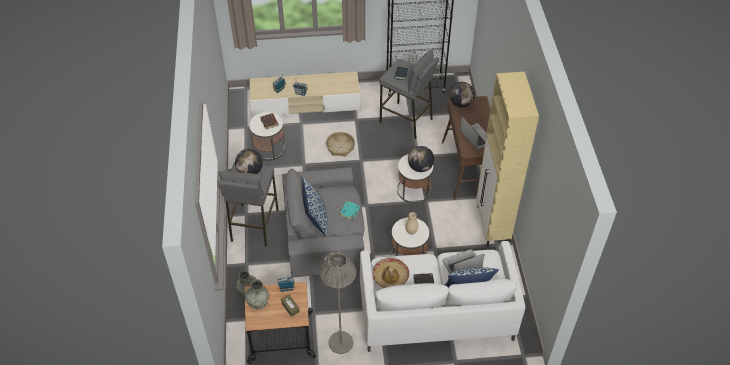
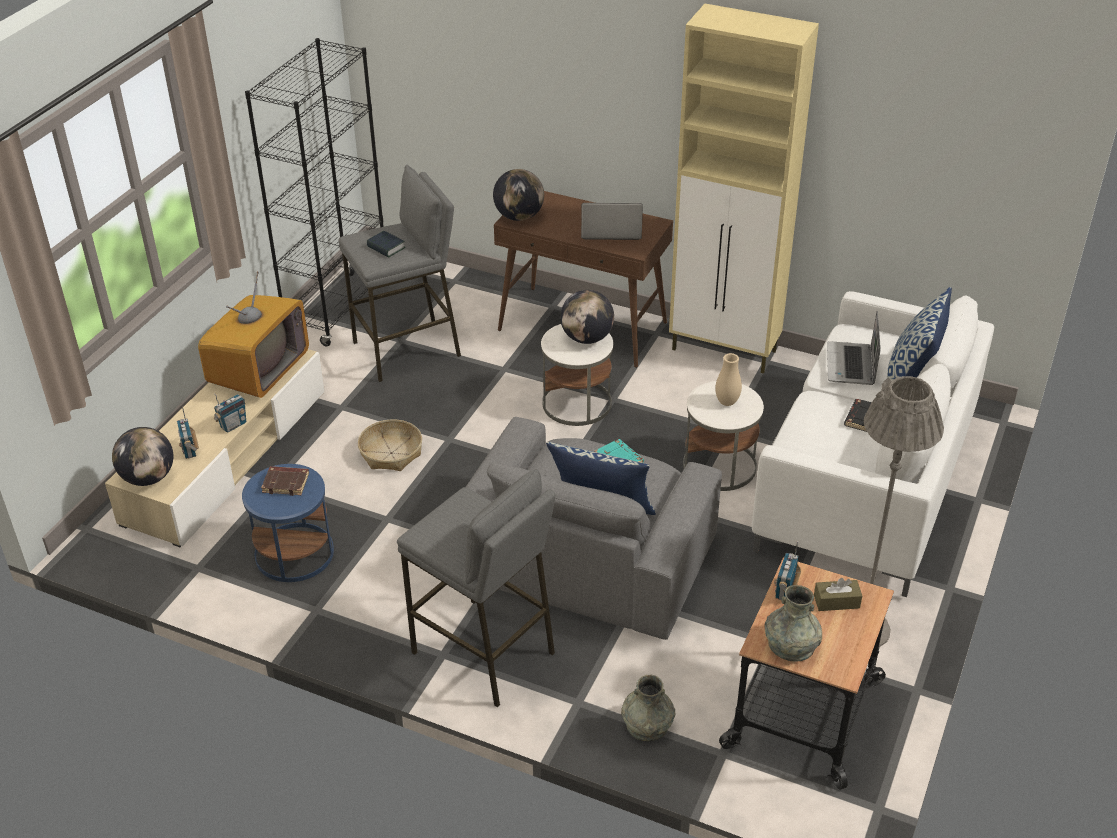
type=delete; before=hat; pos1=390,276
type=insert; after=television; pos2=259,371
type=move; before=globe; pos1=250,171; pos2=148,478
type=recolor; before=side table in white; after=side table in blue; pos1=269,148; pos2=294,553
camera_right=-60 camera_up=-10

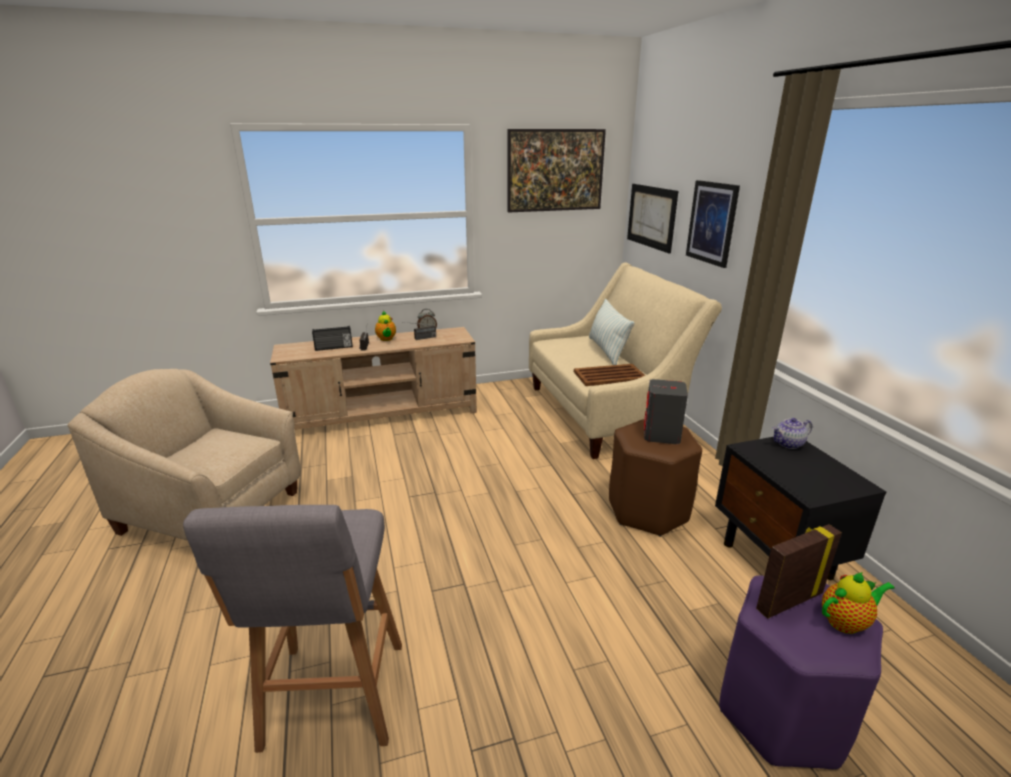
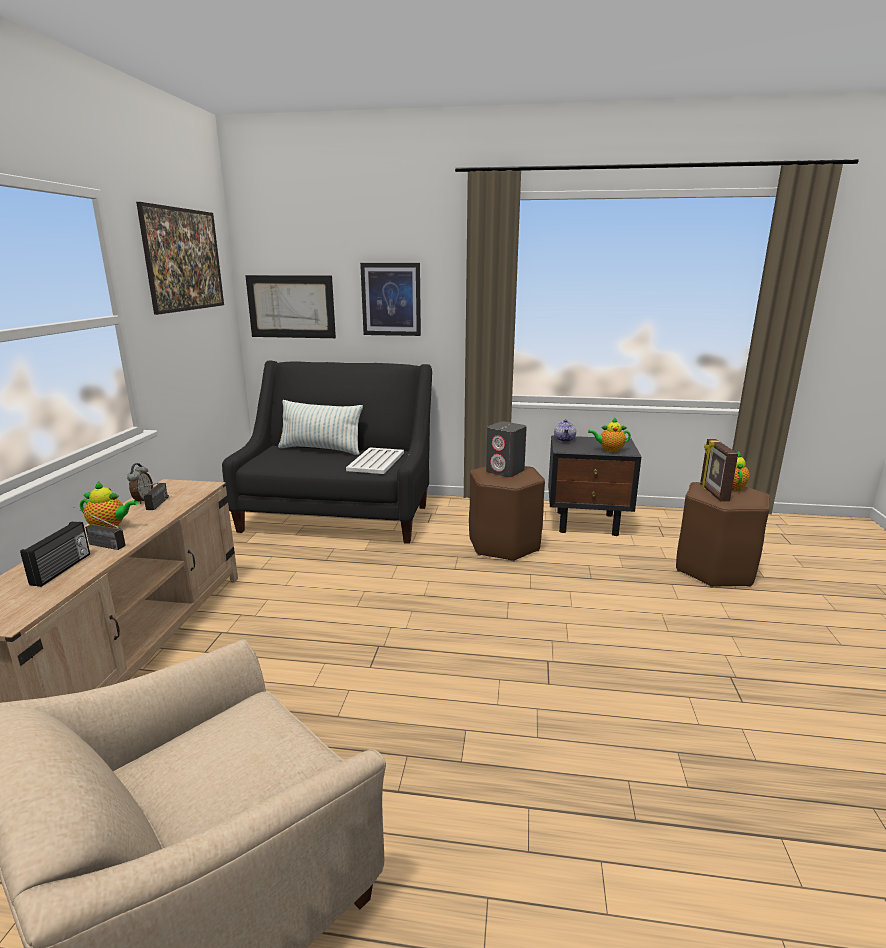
type=delete; before=stool in grey; pos1=333,699
type=insert; after=teapot; pos2=609,450
type=recolor; before=sofa in beige; after=sofa in black; pos1=605,413; pos2=339,514
type=recolor; before=tray in brown; after=tray in white; pos1=610,376; pos2=376,461
type=recolor; before=stool in purple; after=stool in brown; pos1=781,714; pos2=715,570
camera_right=-65 camera_up=-5

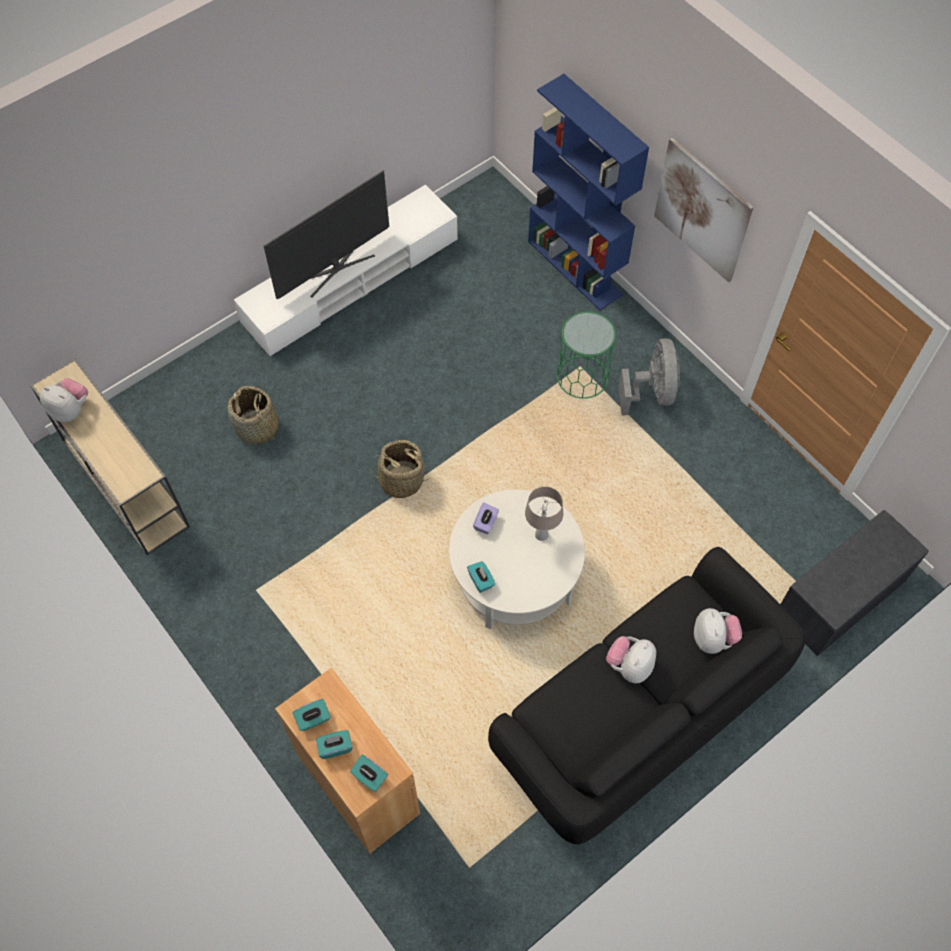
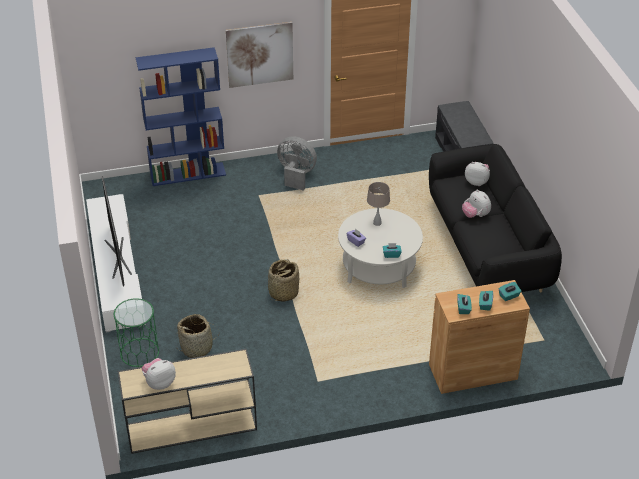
type=move; before=side table in green; pos1=582,377; pos2=139,352
camera_right=-65 camera_up=-20

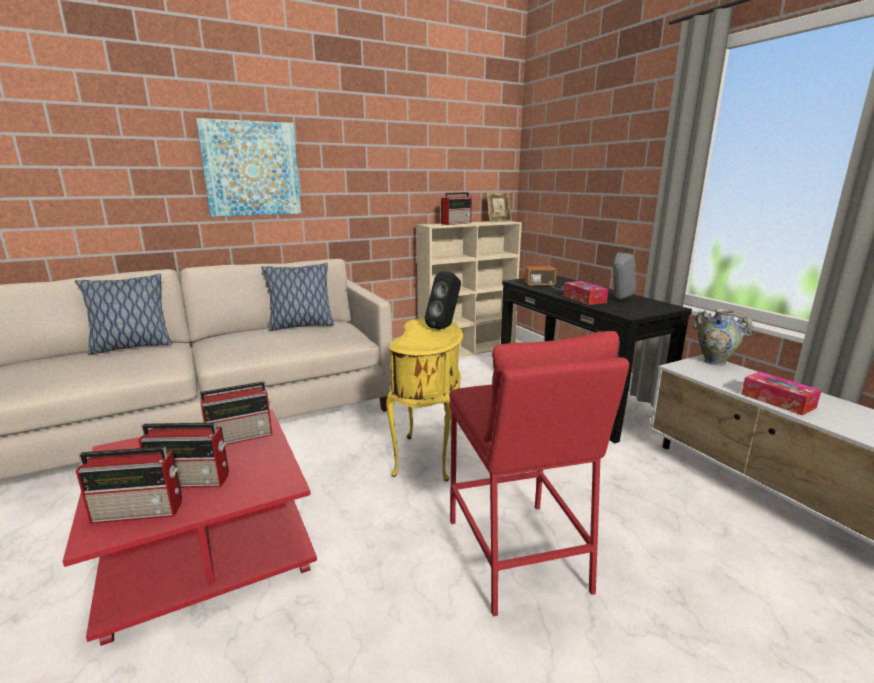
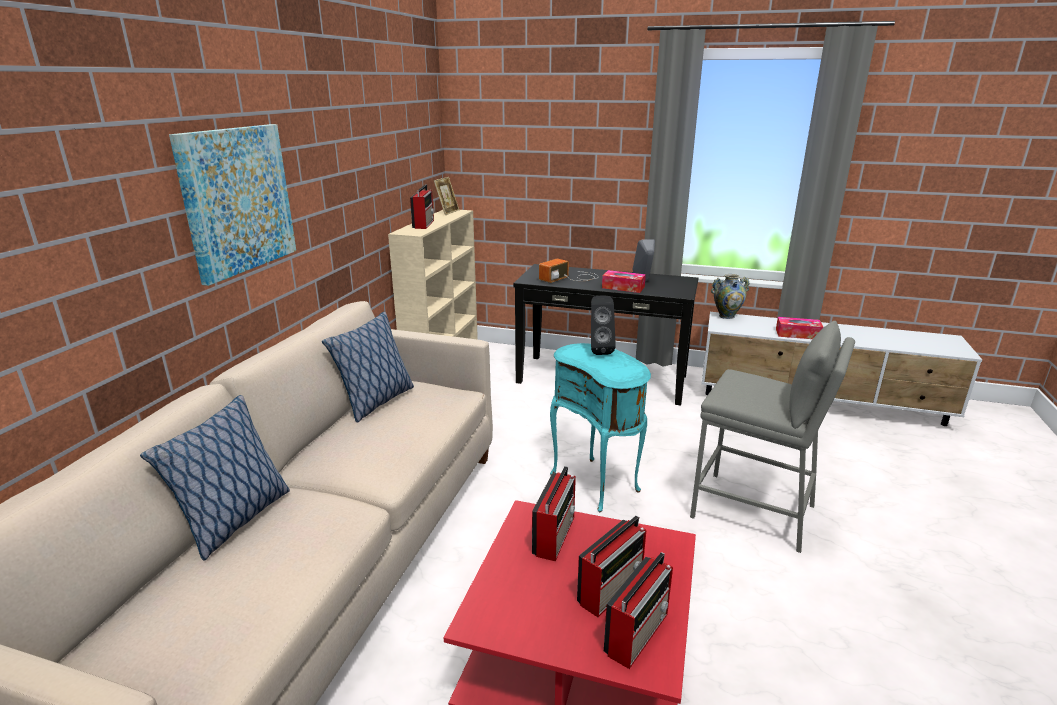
type=recolor; before=side table in yellow; after=side table in turquoise; pos1=429,459; pos2=597,483
type=recolor; before=stool in red; after=stool in grey; pos1=516,554; pos2=753,511
camera_right=-45 camera_up=5

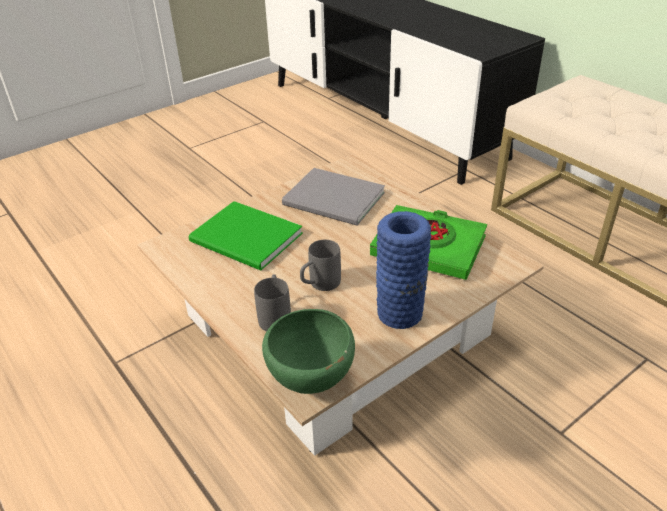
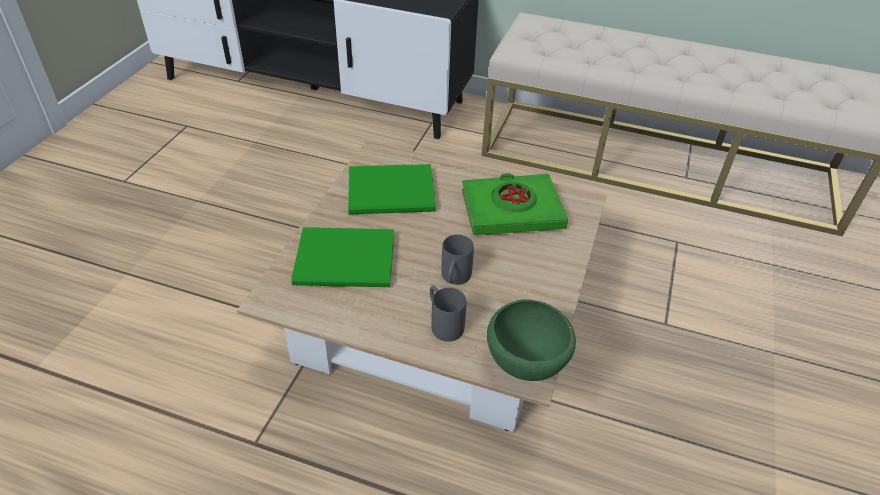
type=delete; before=vase in blue; pos1=399,313
type=recolor; before=book in grey; after=book in green; pos1=335,200; pos2=394,193
camera_right=-35 camera_up=5

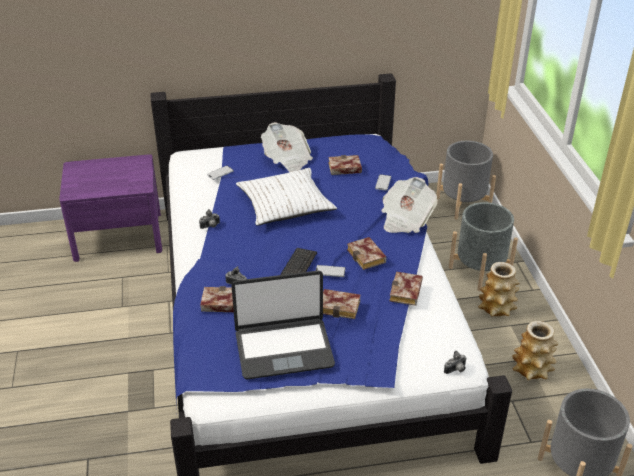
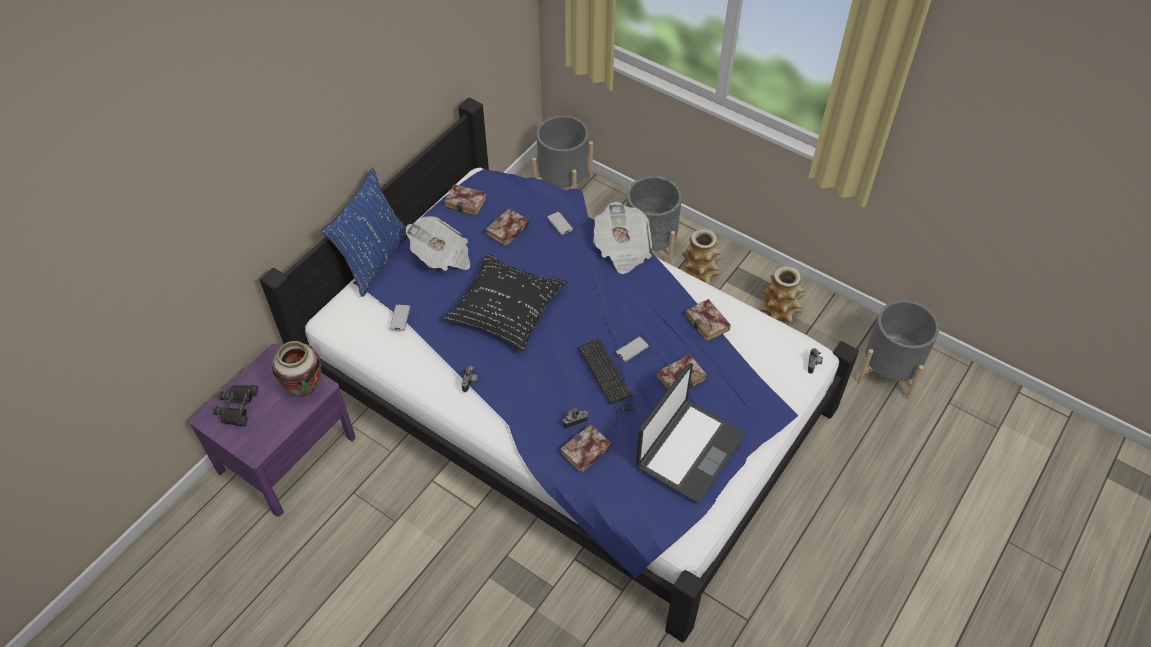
type=insert; after=binoculars in black; pos2=238,407
type=insert; after=vase; pos2=306,389
type=insert; after=pillow in blue; pos2=374,260
type=move; before=book; pos1=368,257; pos2=467,202
type=recolor; before=pillow in white; after=pillow in black; pos1=285,205; pos2=505,309
camera_right=-45 camera_up=15

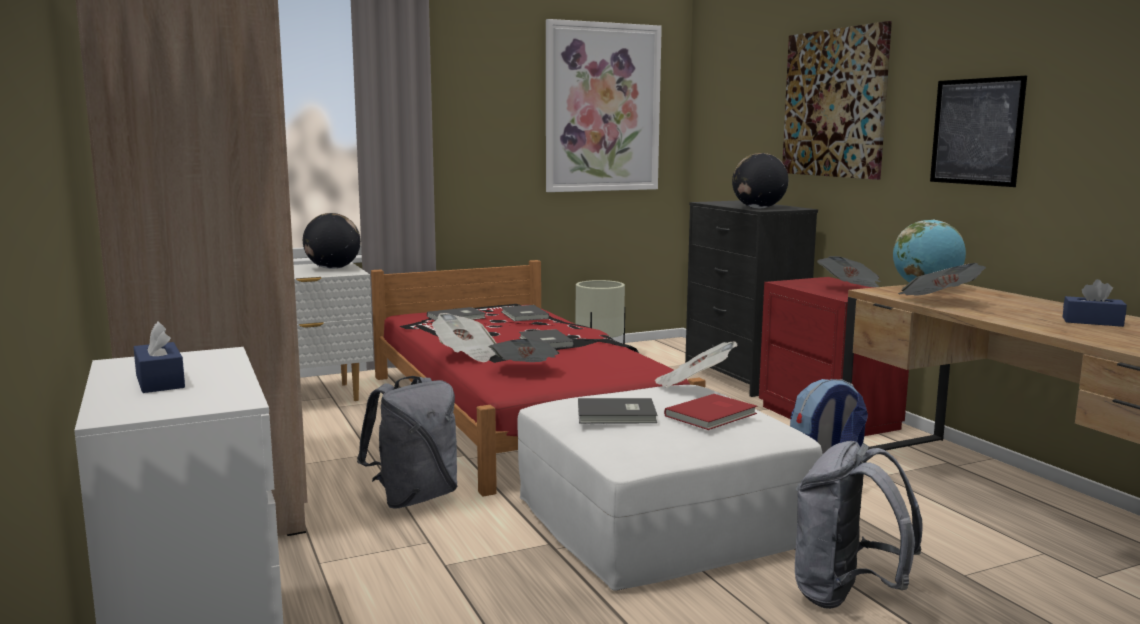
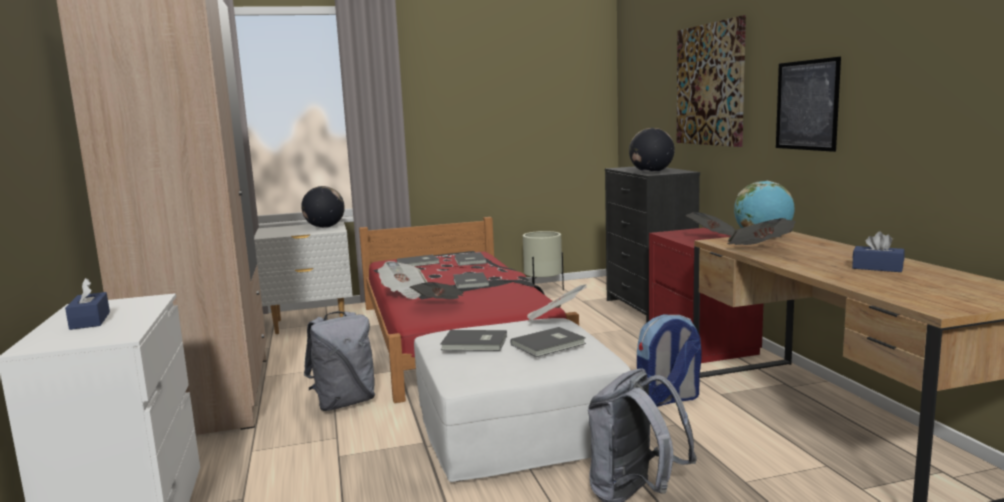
type=delete; before=picture; pos1=602,108
type=recolor; before=book in red; after=book in grey; pos1=713,415; pos2=550,344
camera_right=10 camera_up=0

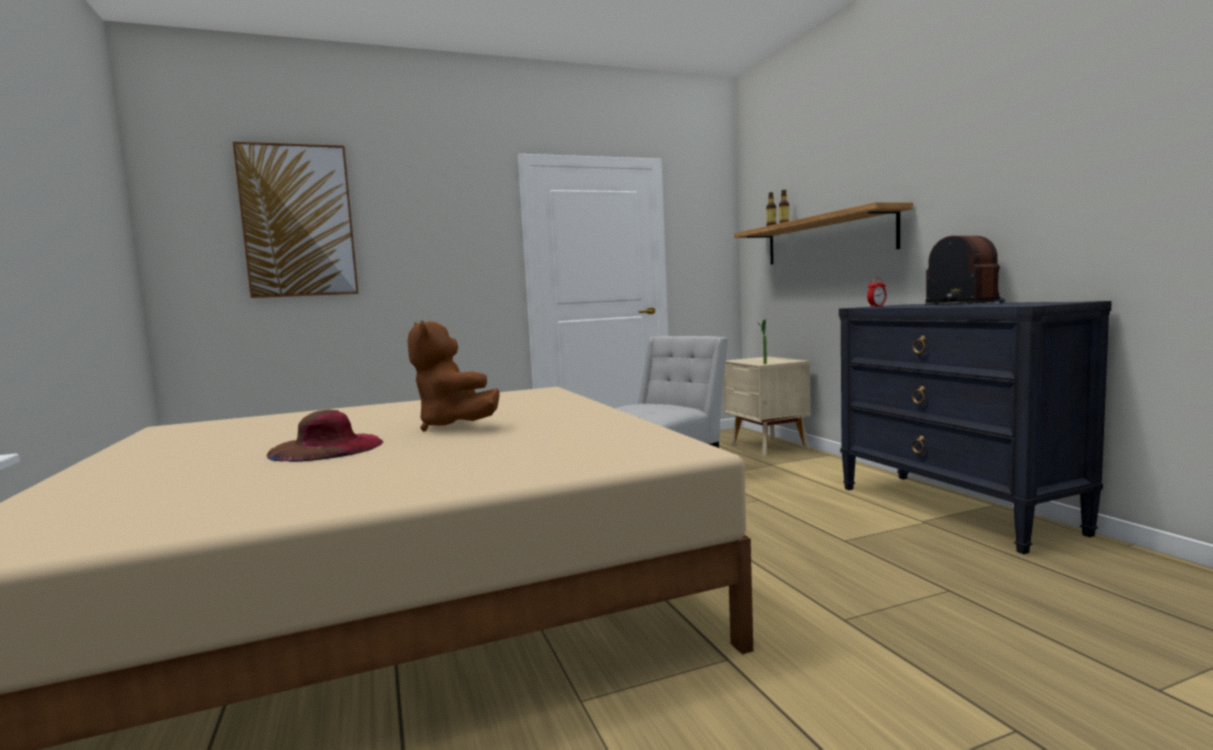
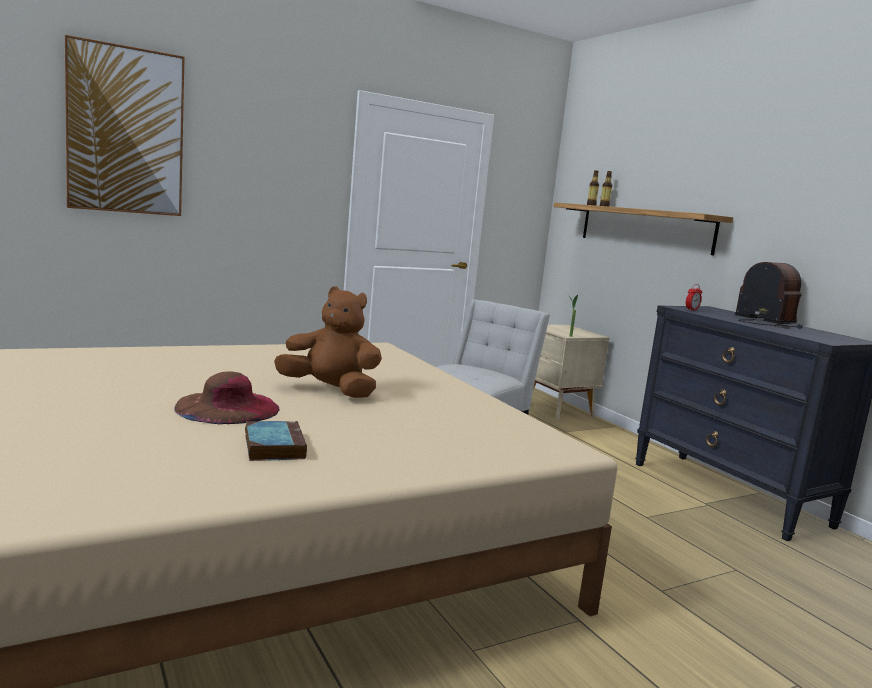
type=insert; after=book; pos2=273,446
type=rotate; before=plush toy in brown; pos1=454,426; pos2=330,391; turn=150
camera_right=-10 camera_up=5

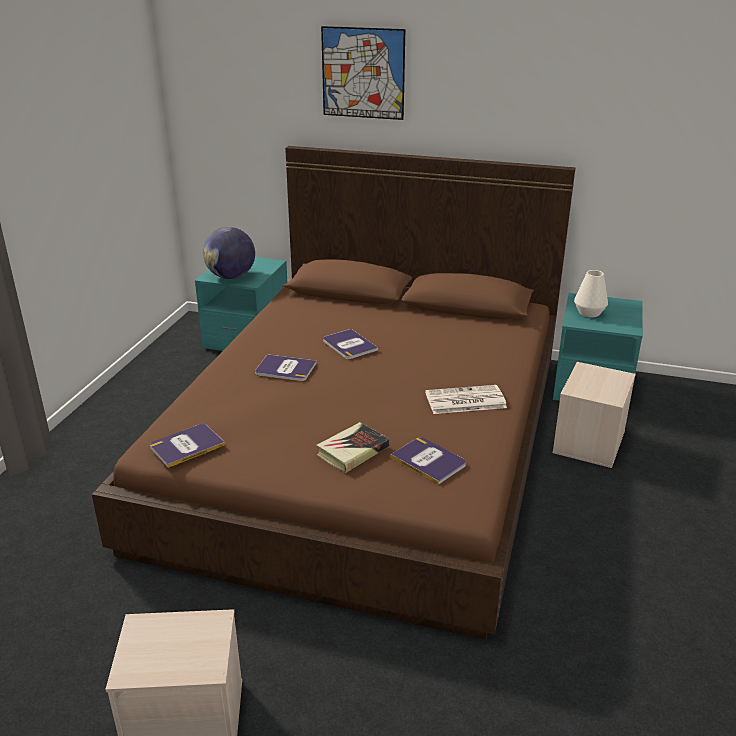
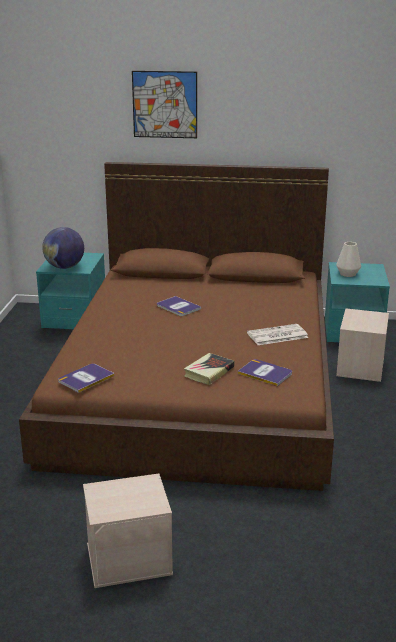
type=delete; before=book; pos1=285,369
camera_right=-10 camera_up=-5

